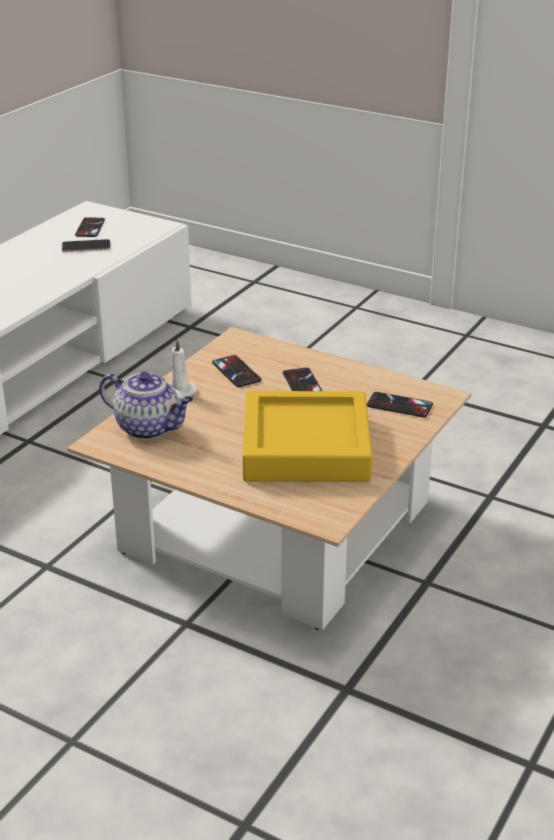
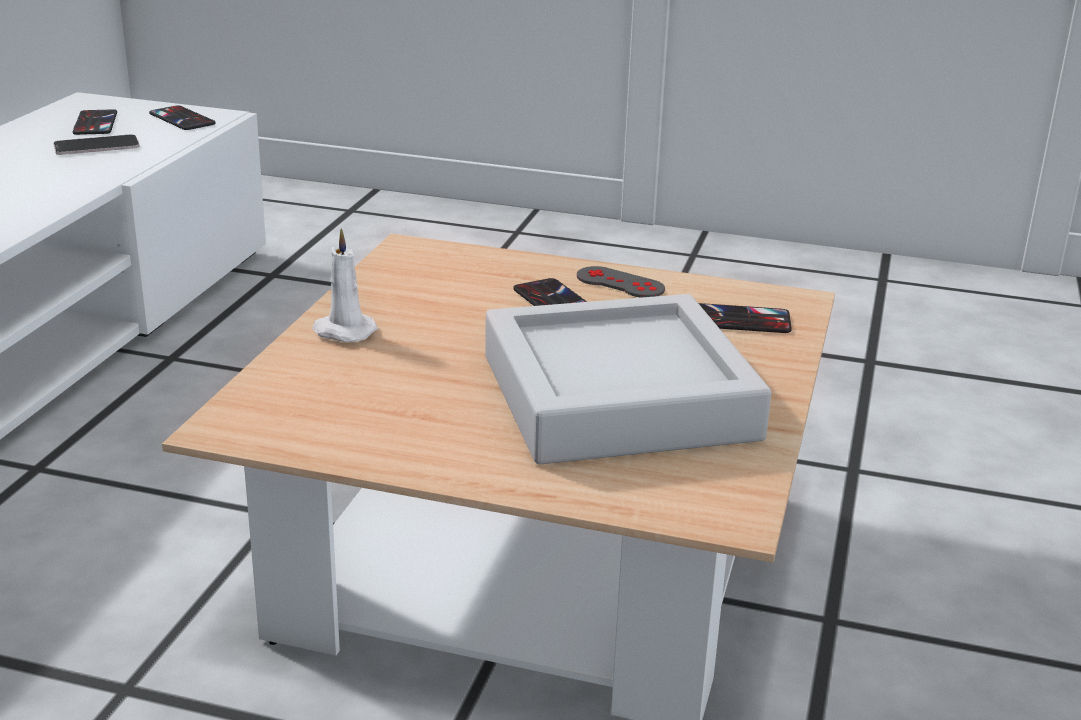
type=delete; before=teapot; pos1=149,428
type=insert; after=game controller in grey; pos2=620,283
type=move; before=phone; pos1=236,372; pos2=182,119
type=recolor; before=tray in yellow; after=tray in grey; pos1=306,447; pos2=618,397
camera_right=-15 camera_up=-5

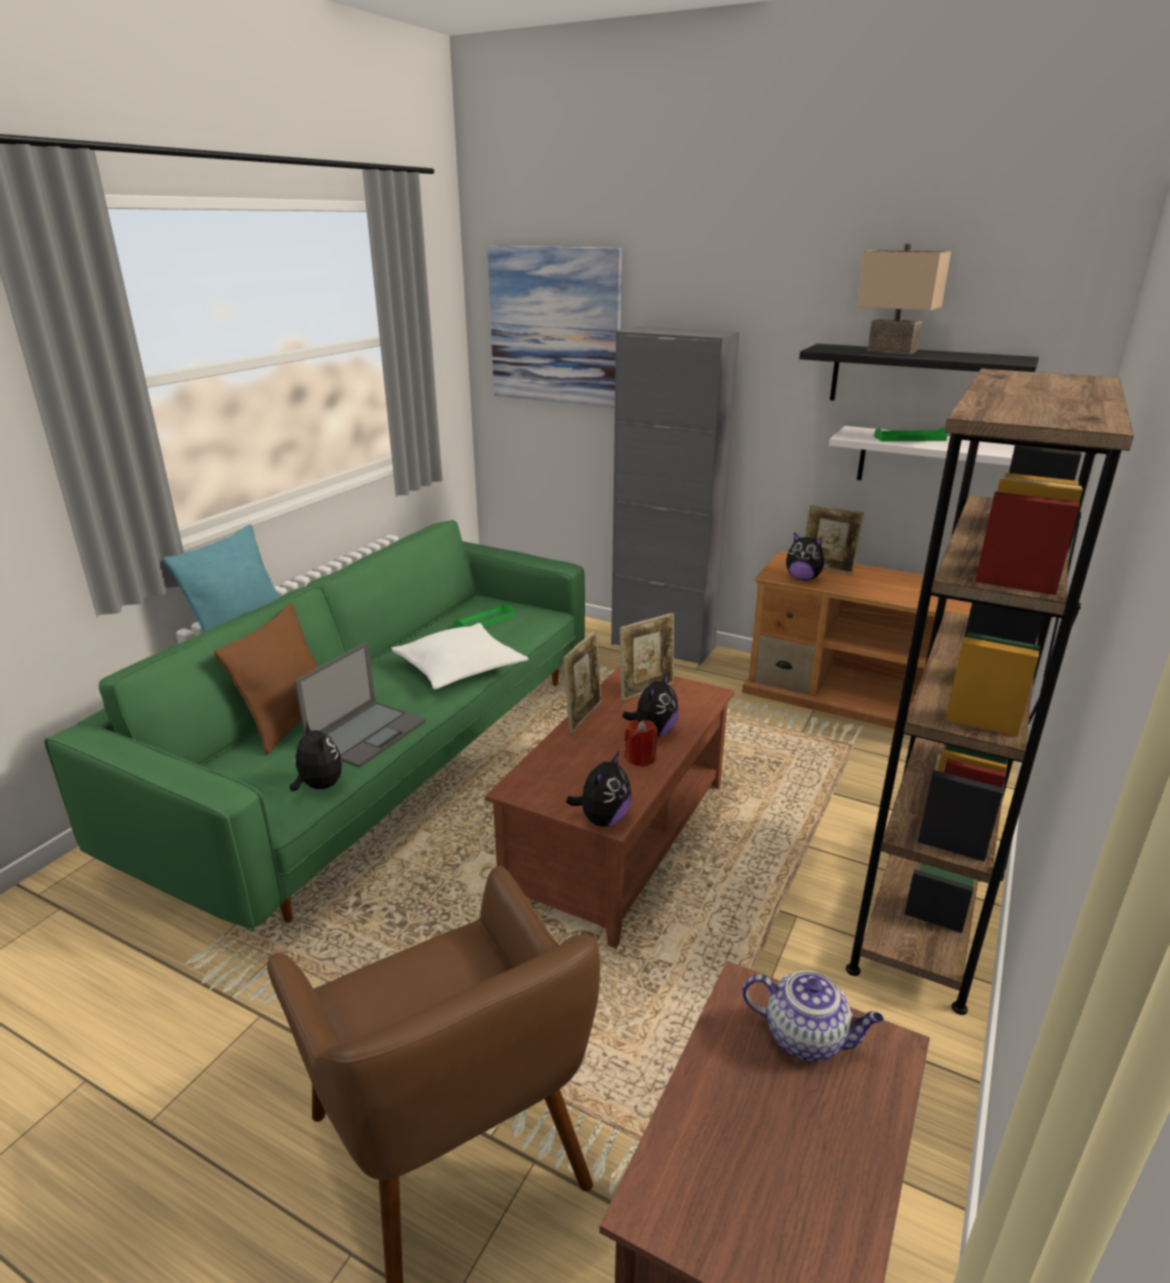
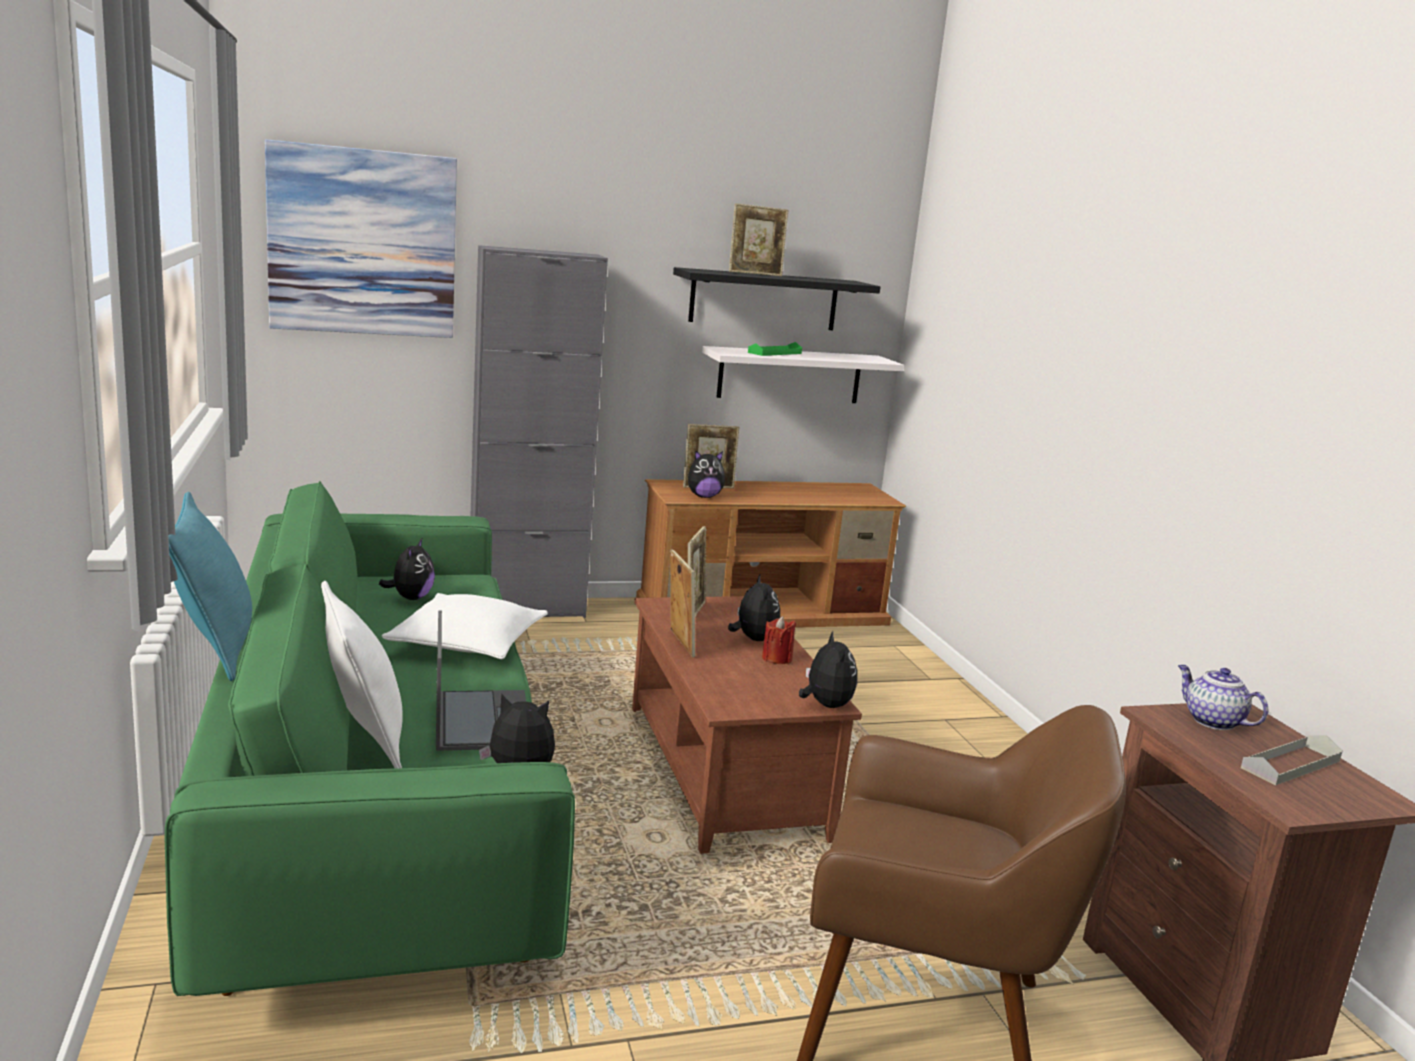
type=delete; before=bookcase in brown; pos1=923,909
type=insert; after=tray in grey; pos2=1290,764
type=replace; before=tray in green; after=plush toy; pos1=485,621; pos2=410,598
type=replace; before=table lamp in beige; after=picture frame; pos1=893,351; pos2=755,274
type=recolor; before=pillow in brown; after=pillow in white; pos1=290,721; pos2=363,738
type=rotate; before=teapot; pos1=807,1037; pos2=1211,721; turn=-105
camera_right=-45 camera_up=-10

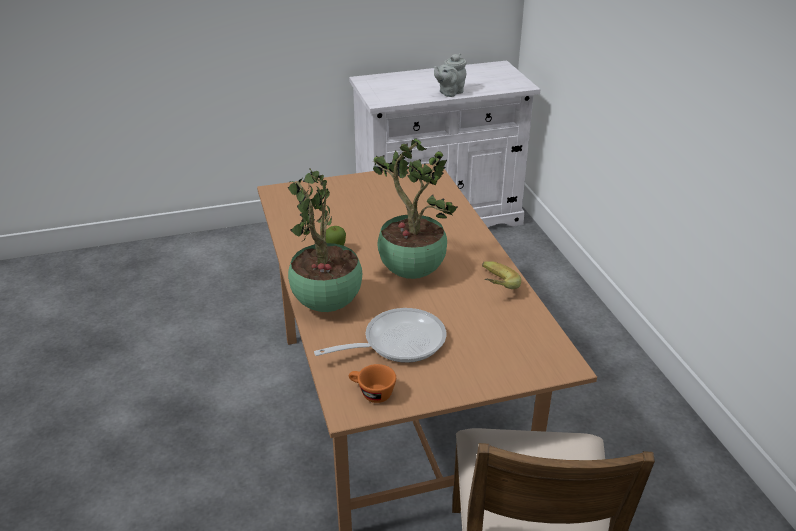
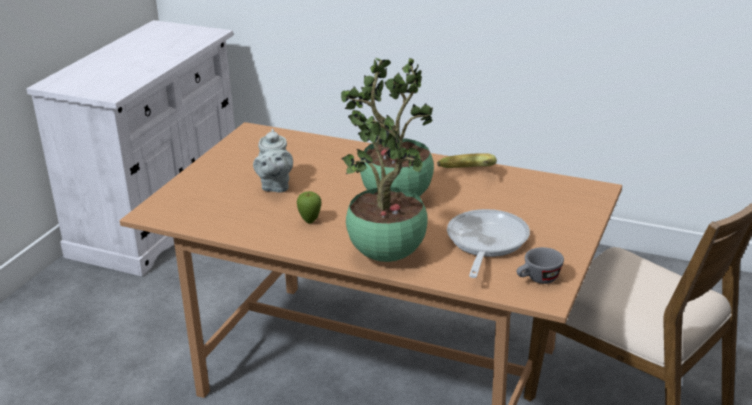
type=move; before=teapot in grey; pos1=449,93; pos2=275,186
type=recolor; before=cup in orange; after=cup in grey; pos1=371,393; pos2=538,279
camera_right=-50 camera_up=-5

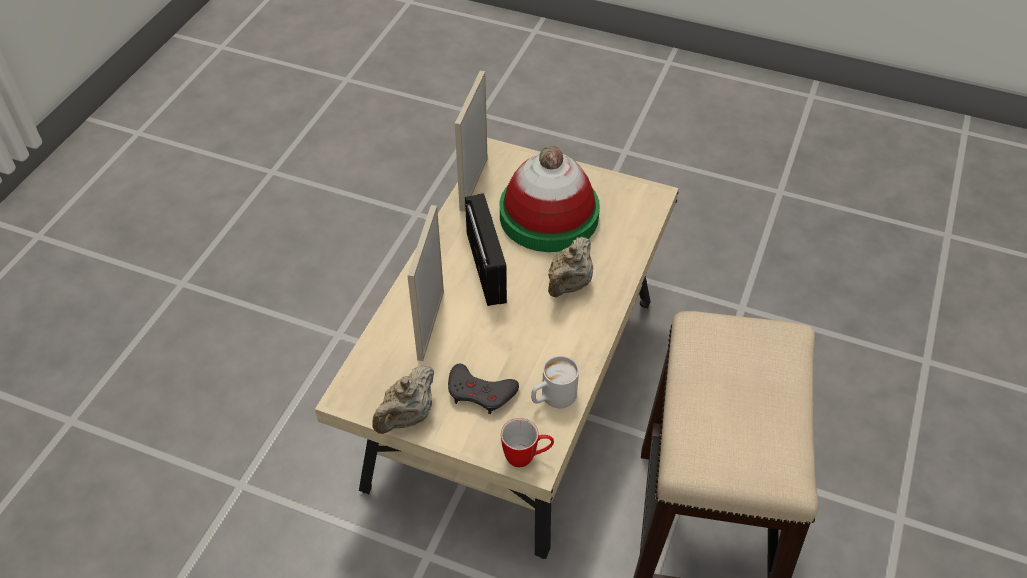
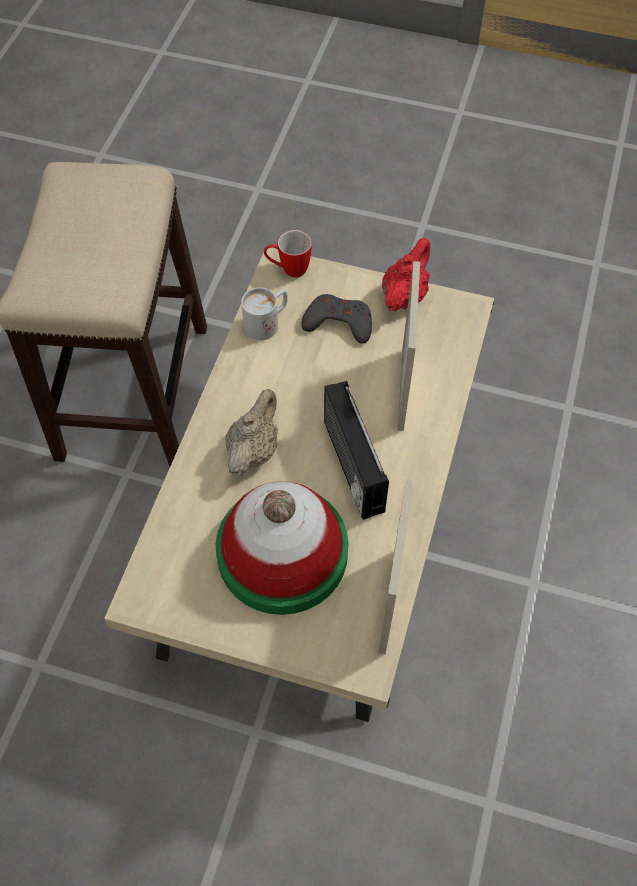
type=recolor; before=teapot in beige; after=teapot in red; pos1=407,416; pos2=404,296
camera_right=175 camera_up=10

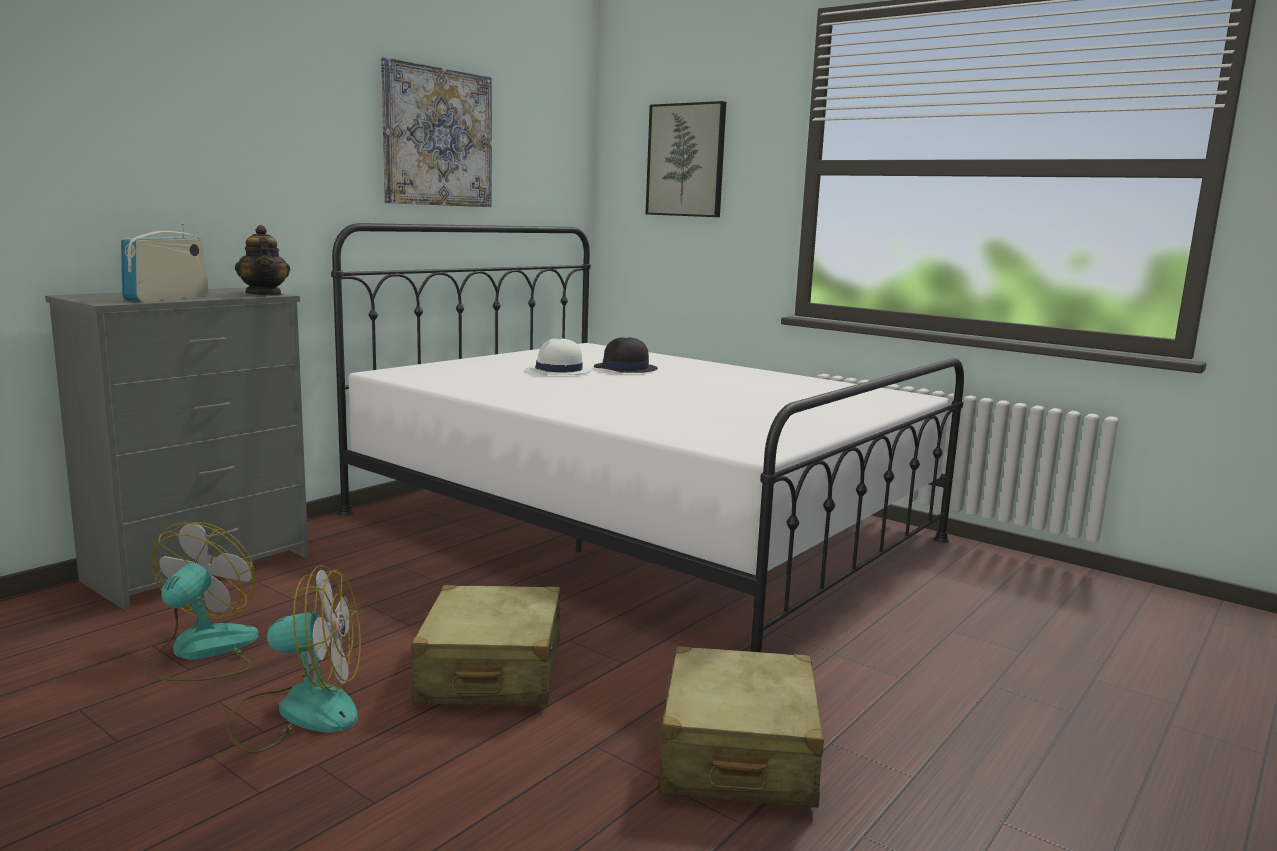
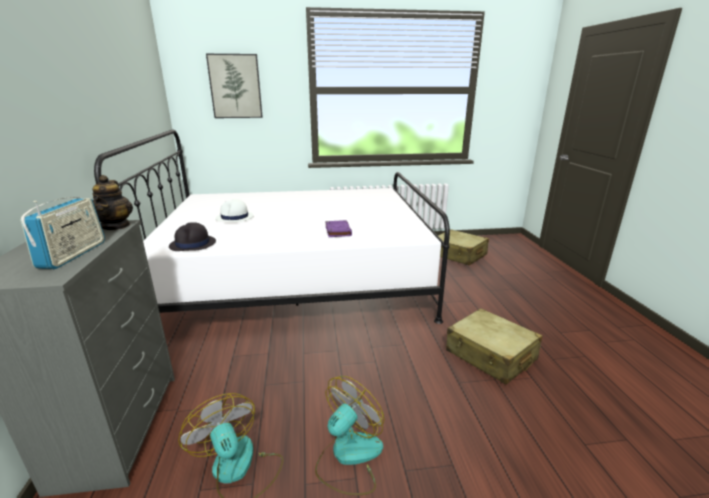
type=delete; before=picture; pos1=437,137
type=insert; after=book in purple; pos2=338,231
type=move; before=suitcase in beige; pos1=491,671; pos2=458,255
type=move; before=hat in black; pos1=625,369; pos2=193,244
type=rotate; before=radio; pos1=167,298; pos2=73,254; turn=-150
type=rotate; before=teapot; pos1=264,294; pos2=116,226; turn=60
camera_right=-45 camera_up=10

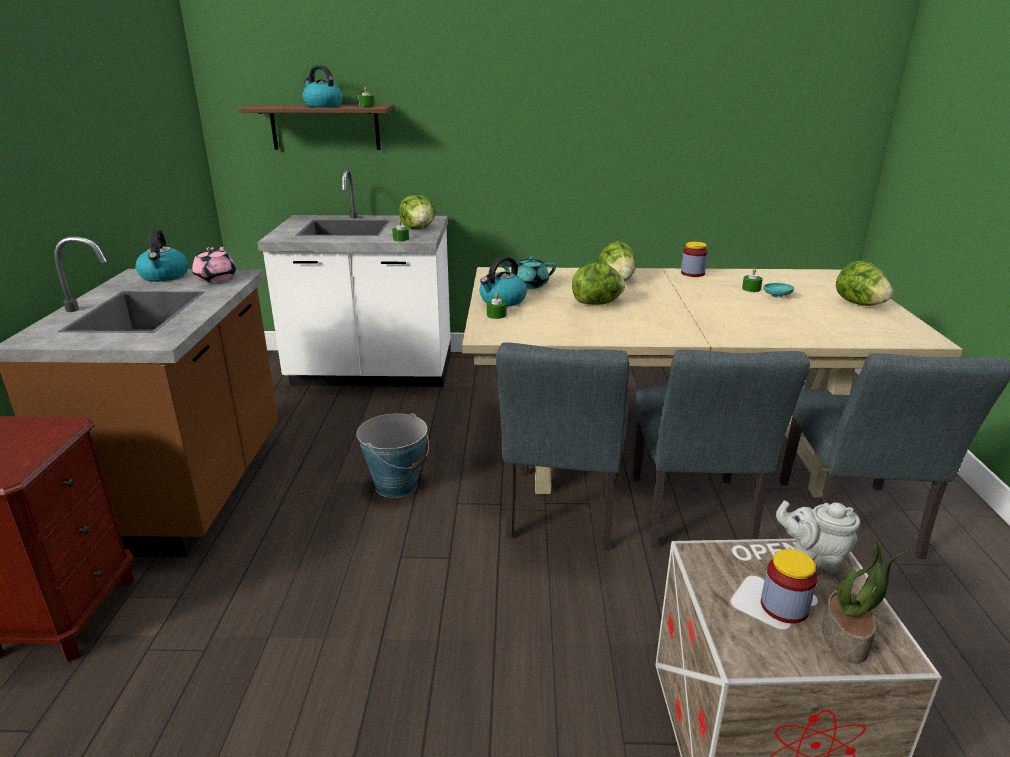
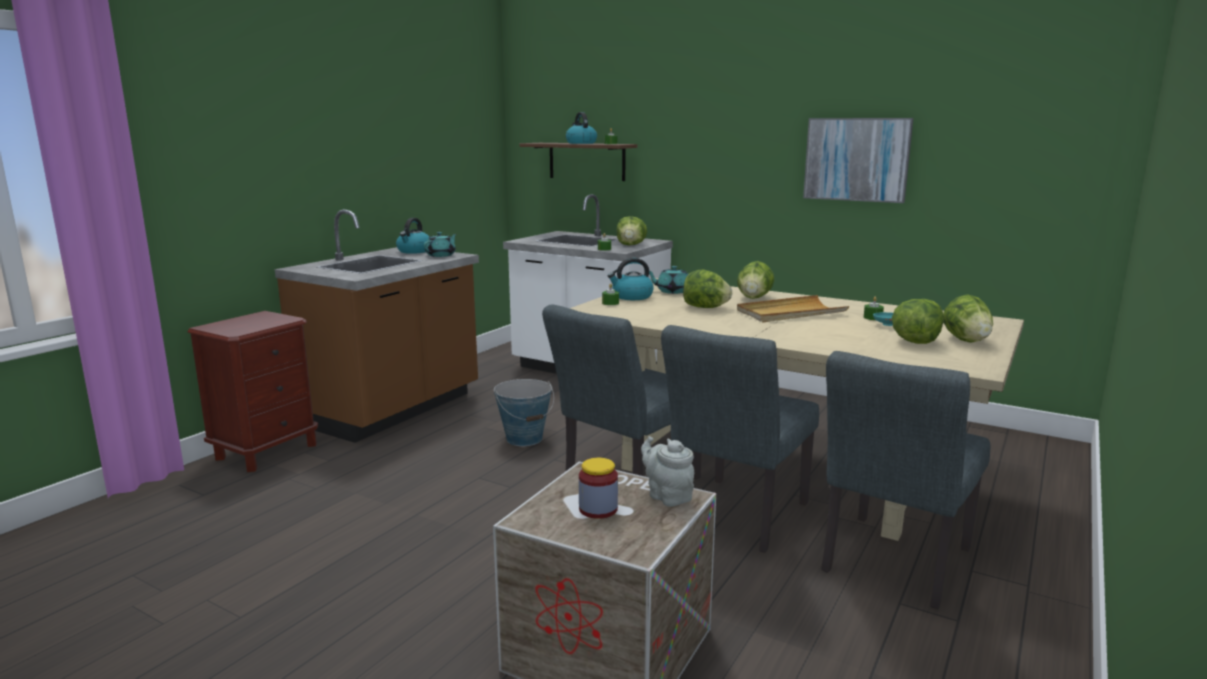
type=delete; before=jar; pos1=692,273
type=delete; before=potted plant; pos1=846,638
type=insert; after=tray in beige; pos2=790,313
type=insert; after=picture; pos2=856,159
type=insert; after=lettuce; pos2=915,342
type=recolor; before=teapot in pink; after=teapot in turquoise; pos1=216,278; pos2=441,255
camera_right=30 camera_up=-10

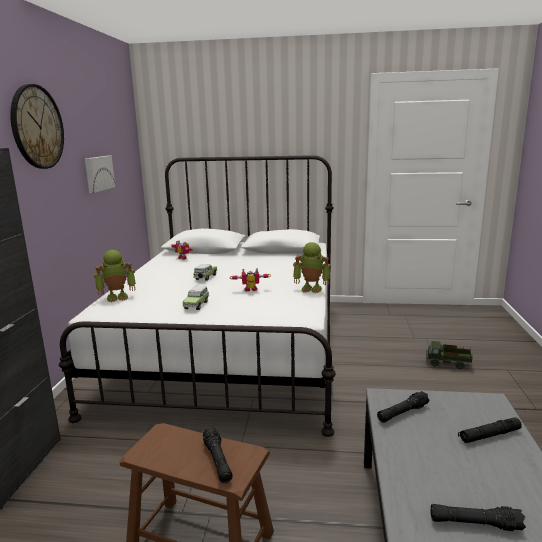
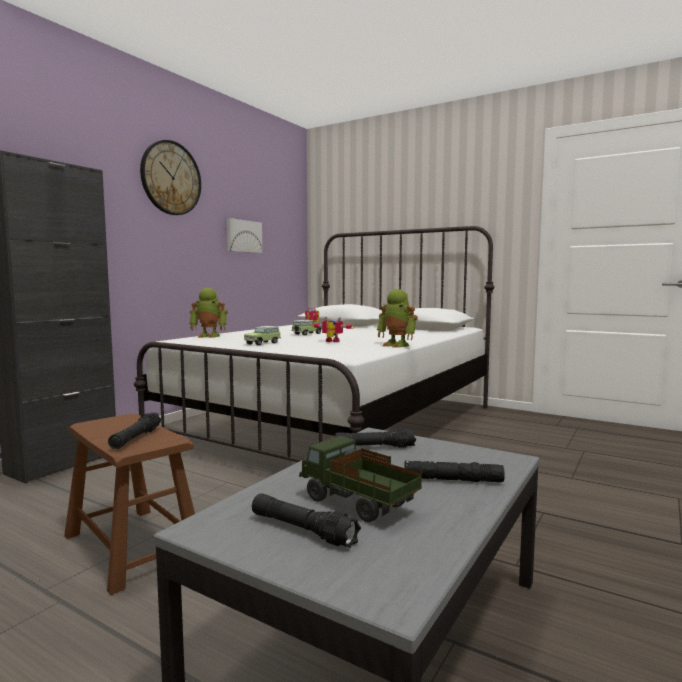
type=move; before=toy truck; pos1=448,364; pos2=357,504
camera_right=25 camera_up=-10

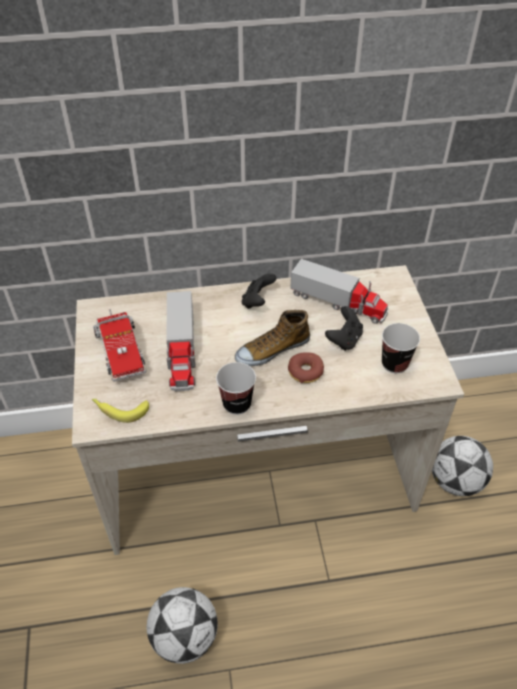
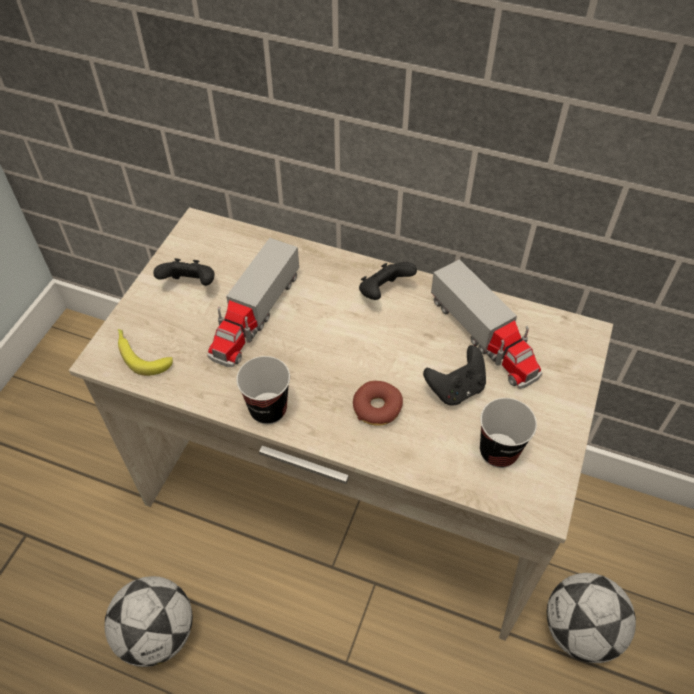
type=delete; before=shoe; pos1=272,349
type=replace; before=toy truck; after=game controller in black; pos1=120,350; pos2=190,285
camera_right=30 camera_up=5

